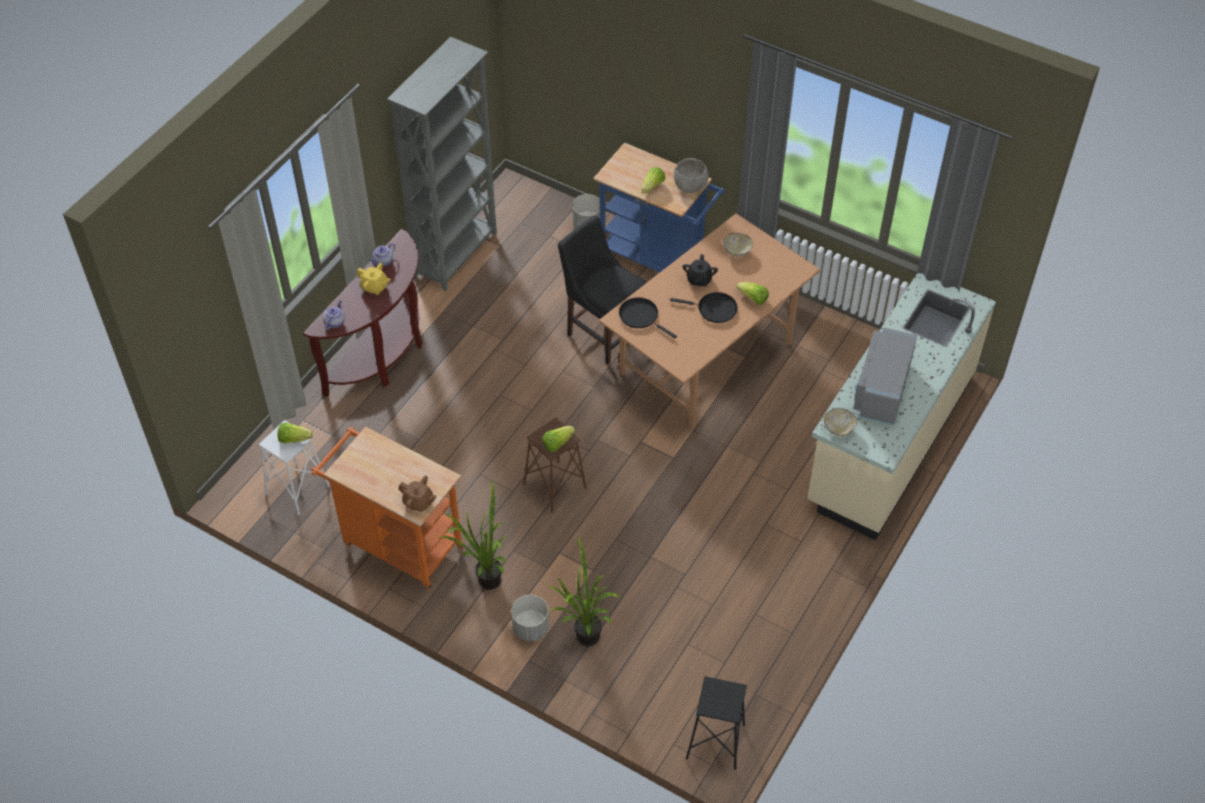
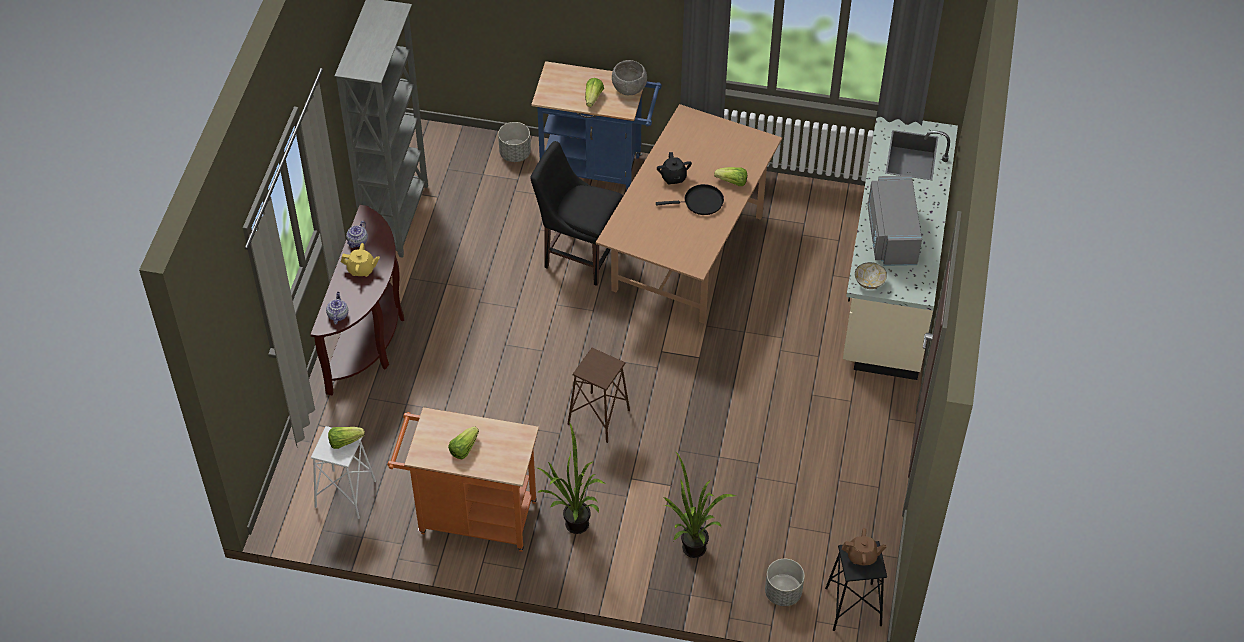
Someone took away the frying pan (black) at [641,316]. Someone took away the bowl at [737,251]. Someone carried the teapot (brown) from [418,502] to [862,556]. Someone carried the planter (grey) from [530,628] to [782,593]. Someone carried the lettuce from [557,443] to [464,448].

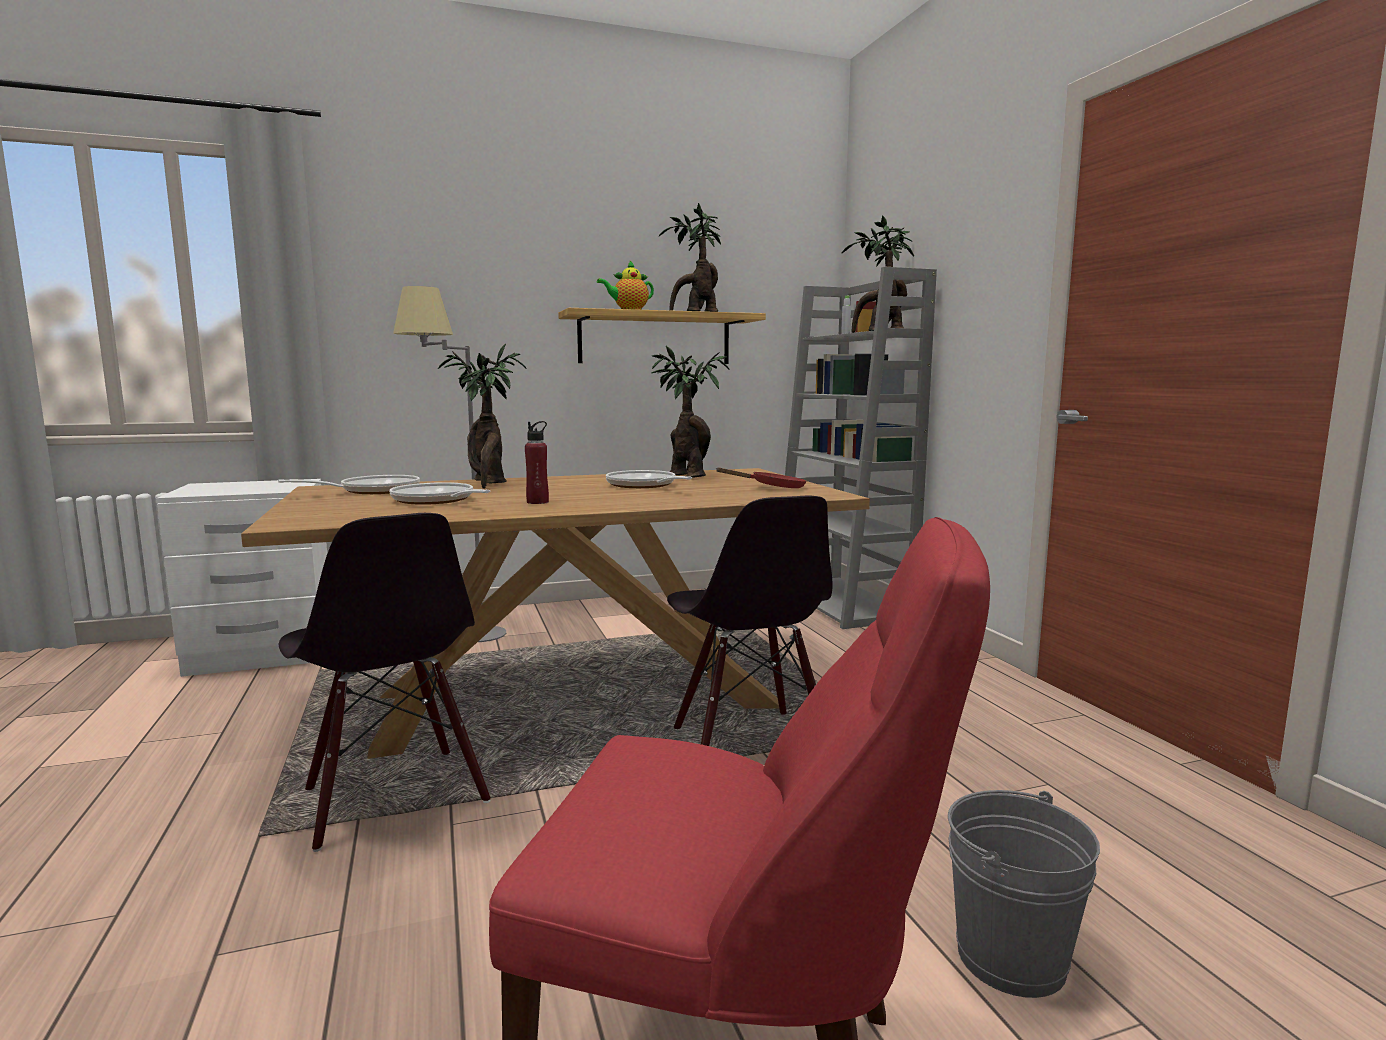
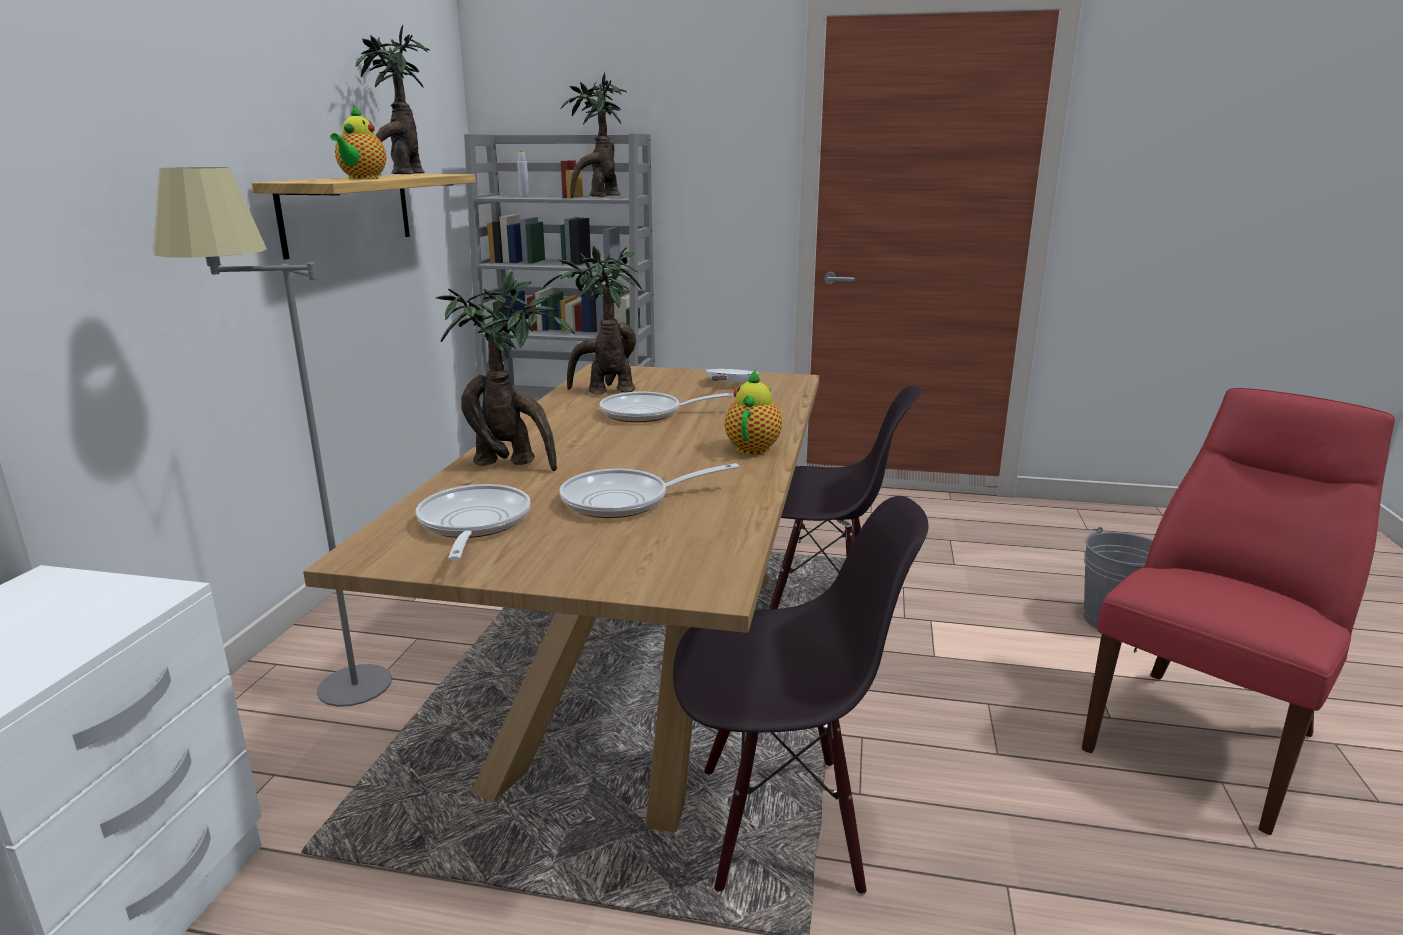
Someone took away the bottle (red) at [538,502]. Someone put down the teapot at [753,447]. Someone repainted the frying pan (red) at [772,488], which became the frying pan (white) at [730,384].

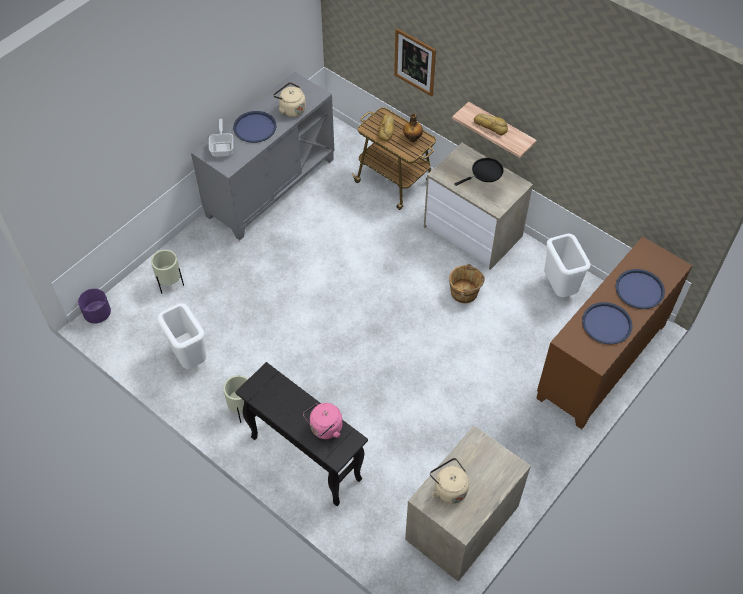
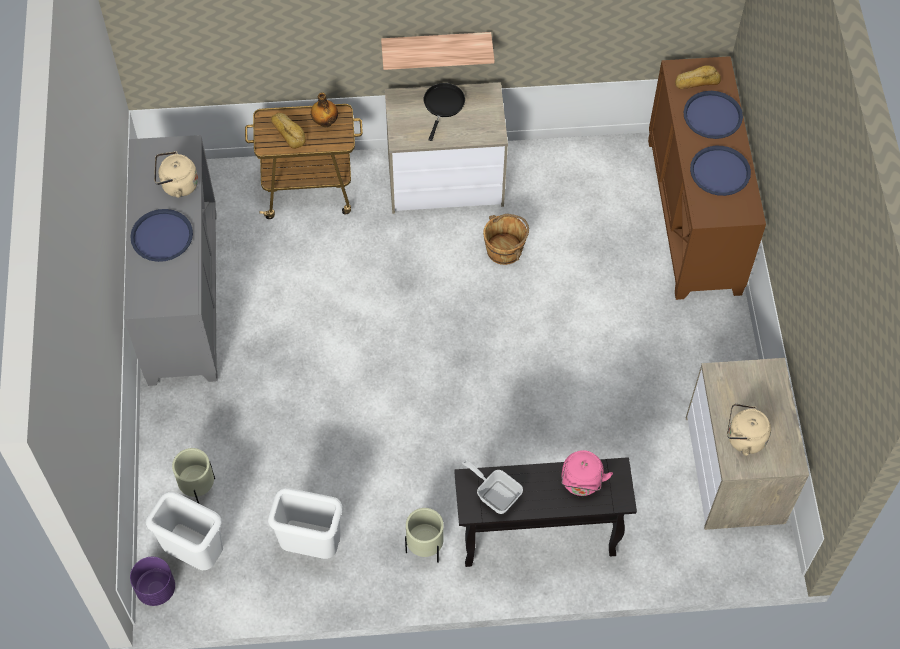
Someone took away the picture at [415,62]. Someone carried the frying pan from [222,147] to [495,493]. Someone carried the bread from [490,126] to [697,81]. Someone carried the trash can (white) from [559,288] to [195,553].

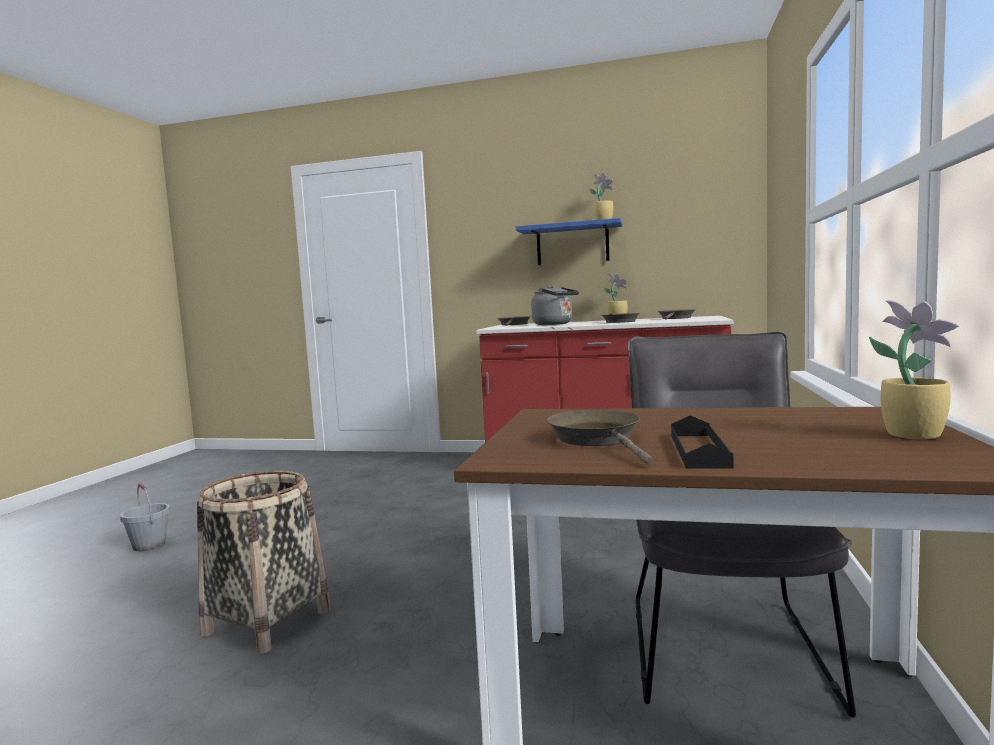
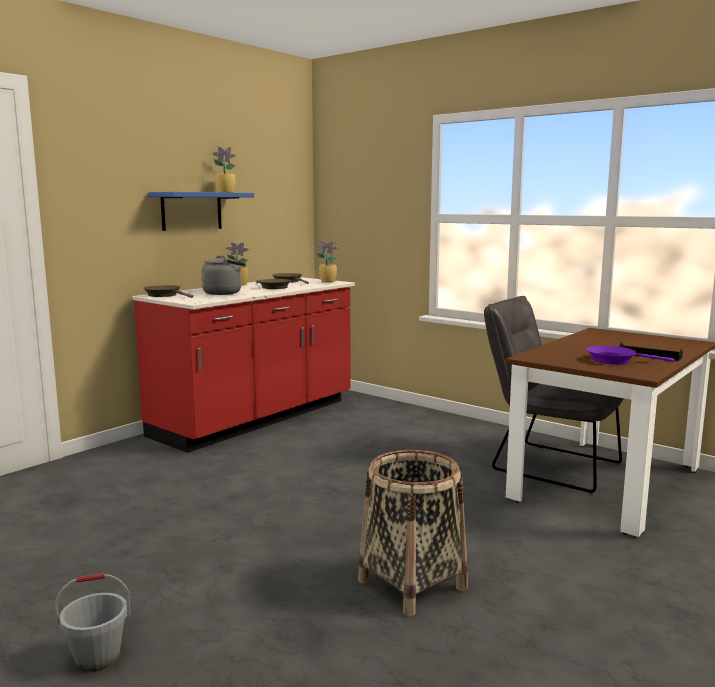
Someone carried the potted plant from [911,434] to [327,281]. Someone repainted the frying pan (brown) at [598,440], which became the frying pan (purple) at [615,360].

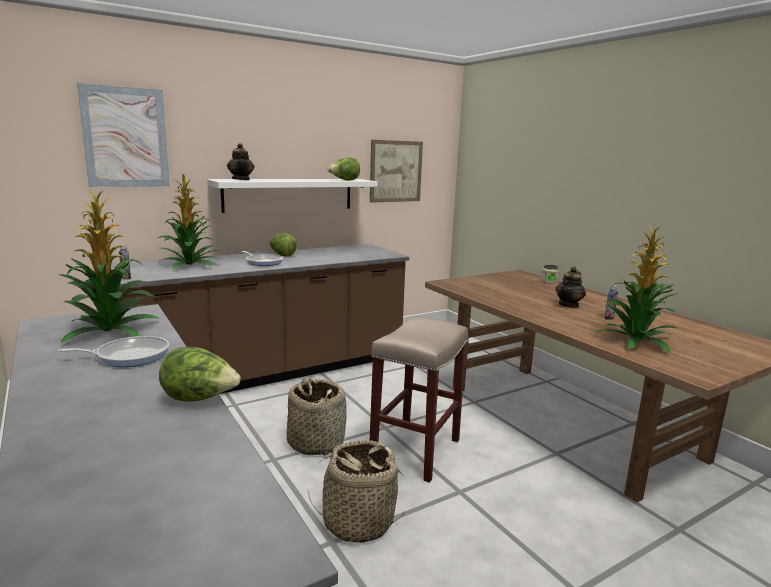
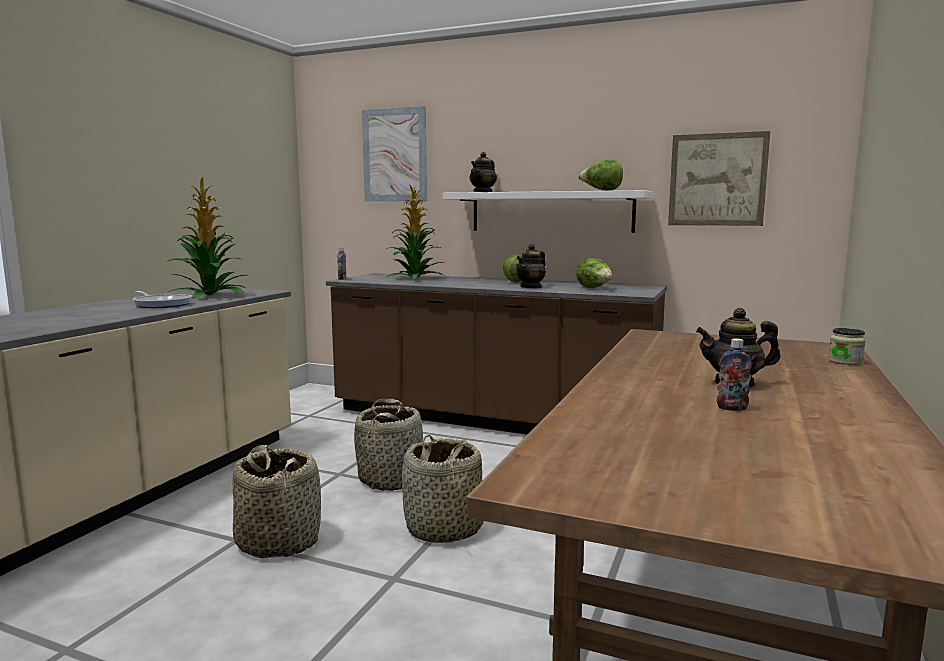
Someone took away the frying pan at [263,262]. Someone took away the potted plant at [634,340]. Someone put down the teapot at [531,287]. Someone carried the lettuce from [200,399] to [594,288]. Someone swapped the stool (beige) at [416,452] for the basket at [444,529].

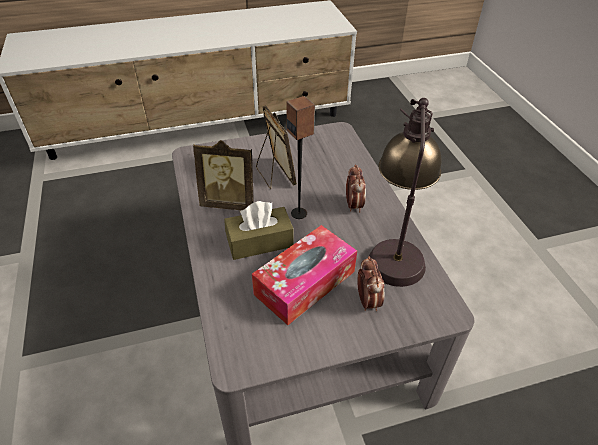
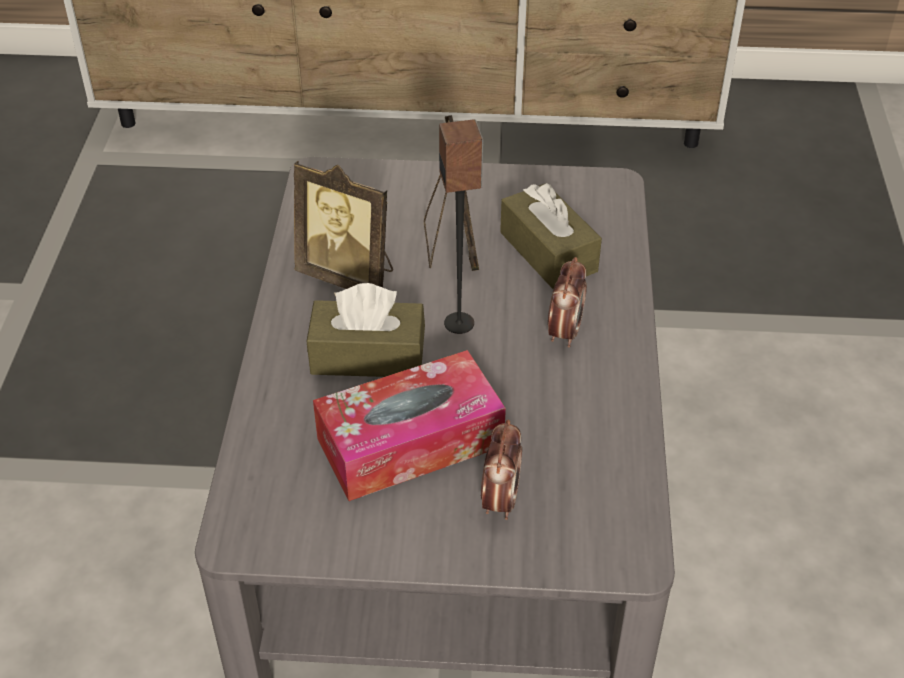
Someone took away the table lamp at [396,247]. Someone put down the tissue box (brown) at [548,252].

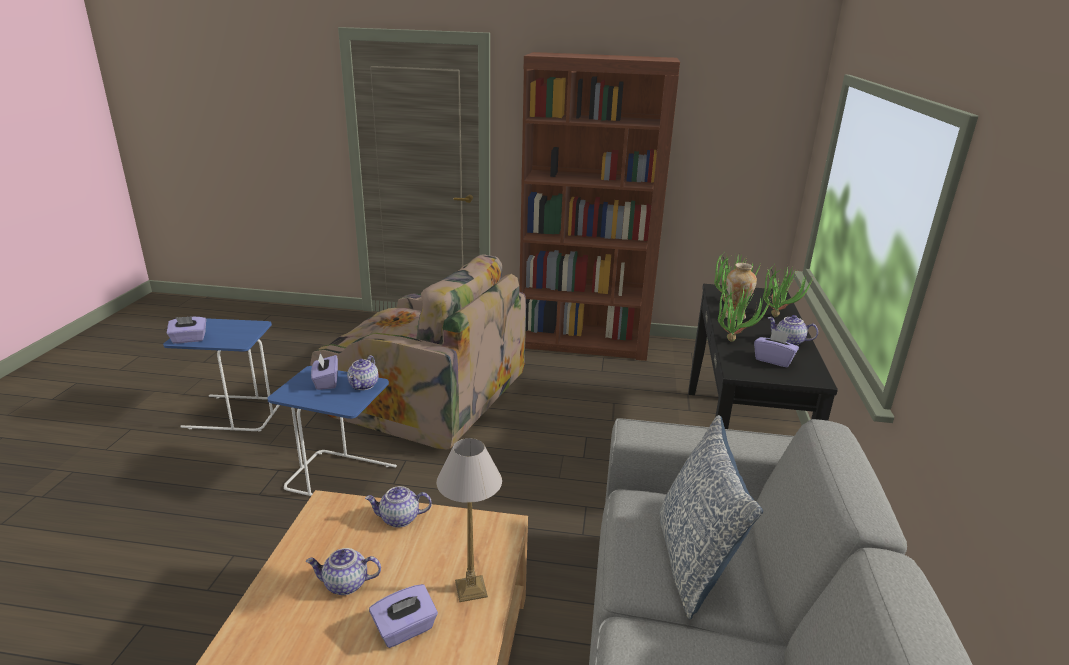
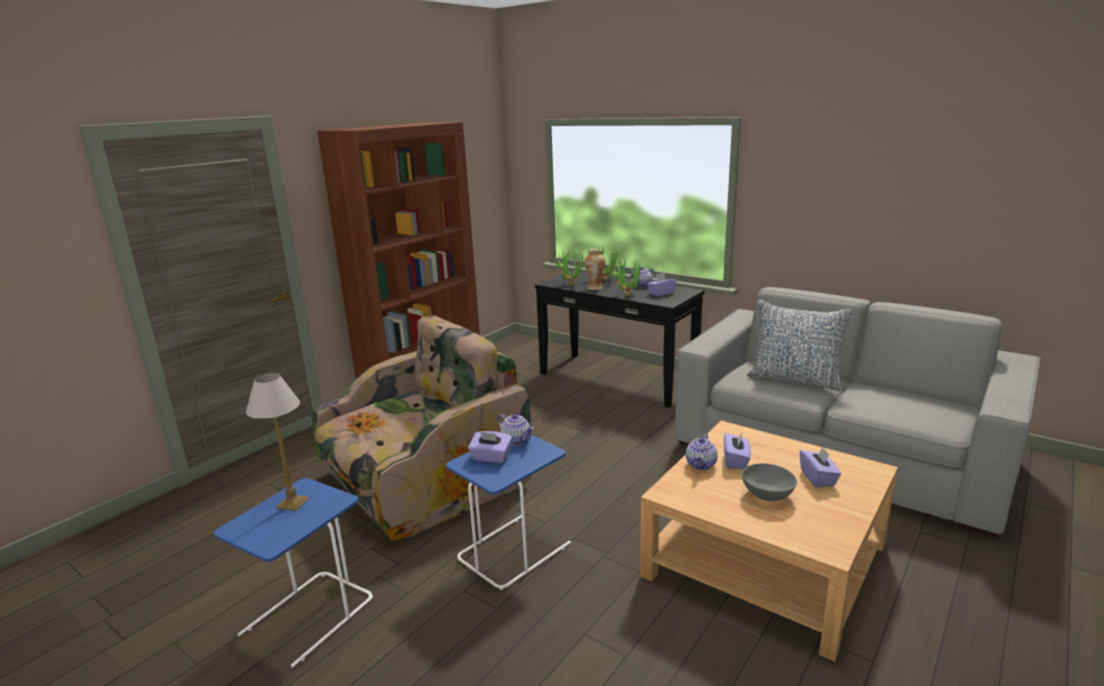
Someone carried the tissue box (purple) from [189,339] to [736,461]. Someone carried the table lamp from [470,589] to [293,503]. Someone swapped the teapot at [345,585] for the bowl (grey) at [767,495].

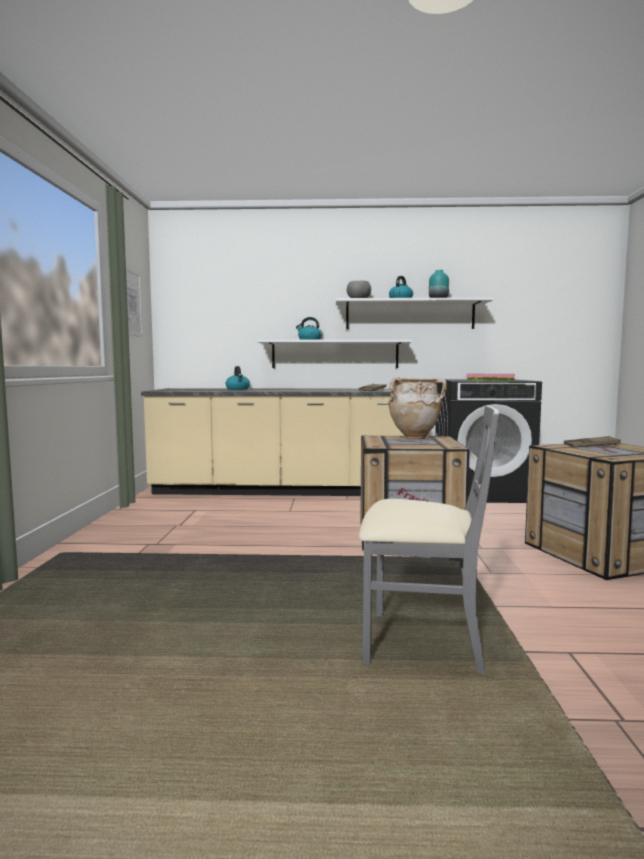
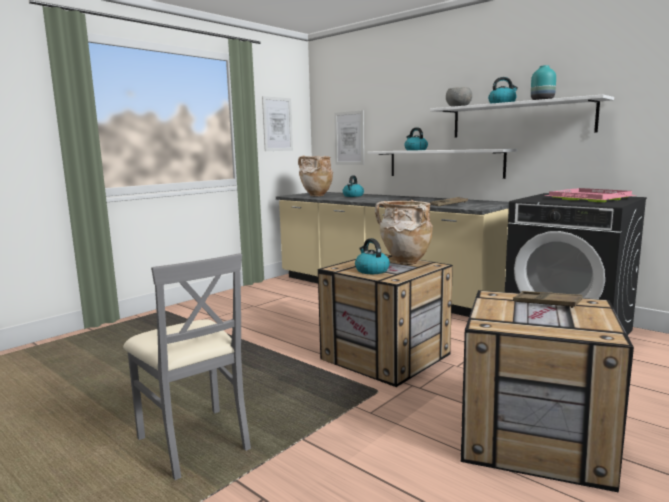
Someone put down the vase (beige) at [316,196]. Someone put up the picture at [349,138]. Someone put down the kettle at [371,271].

